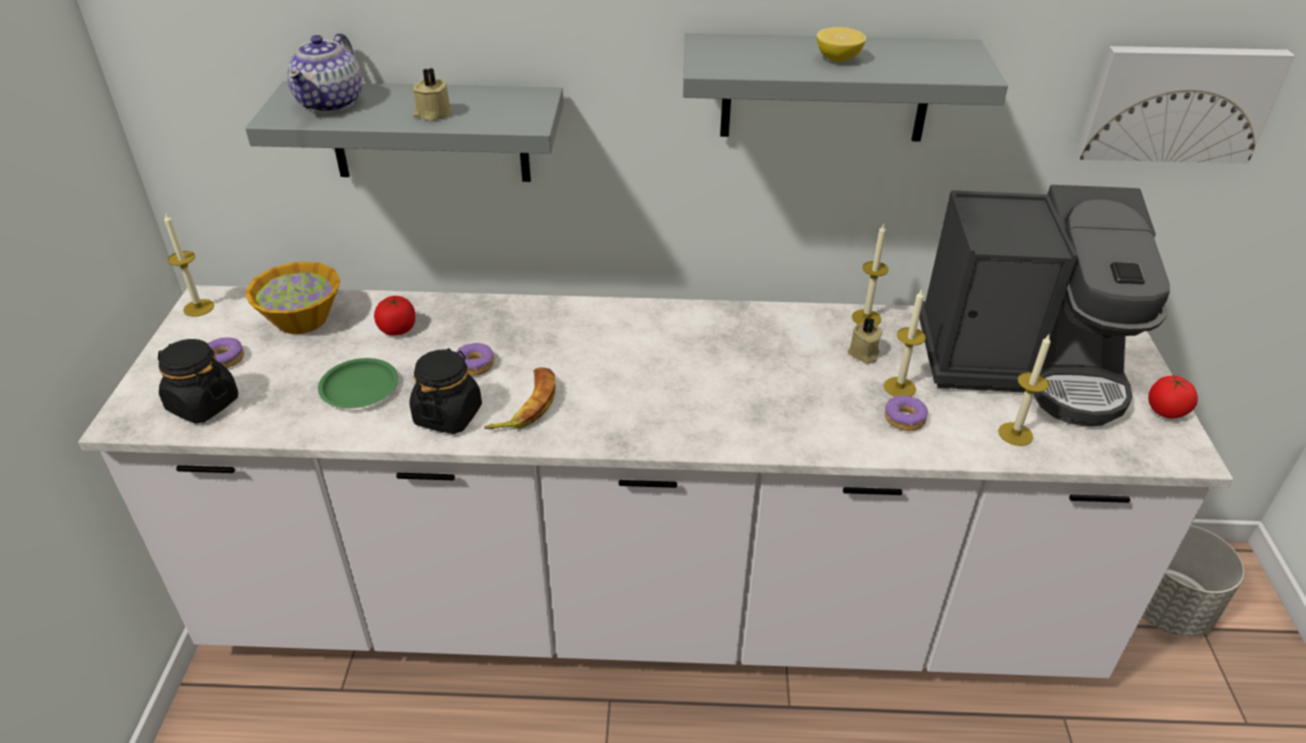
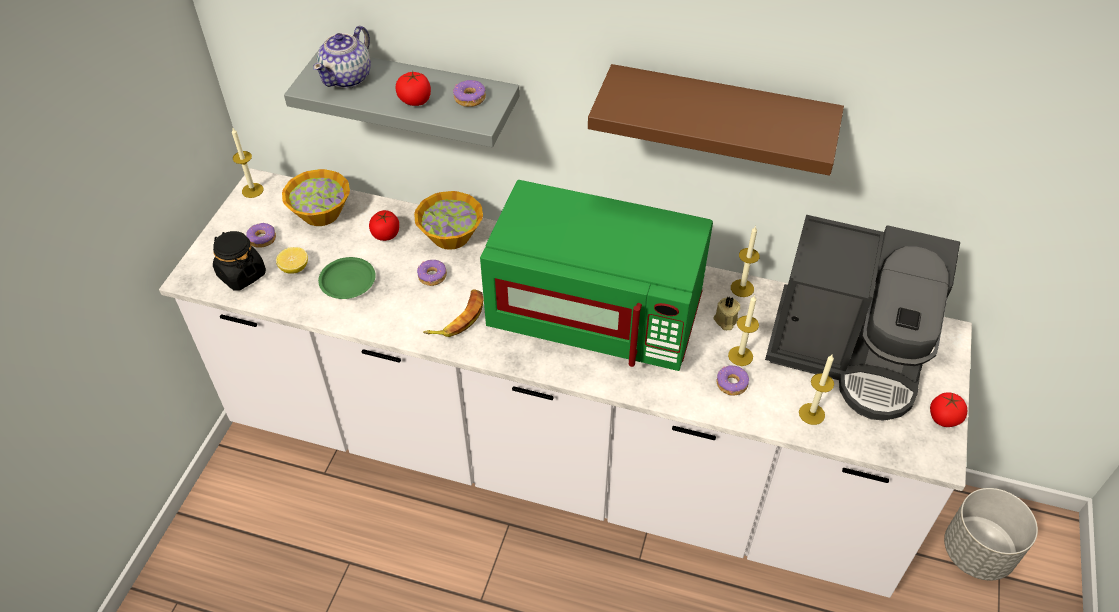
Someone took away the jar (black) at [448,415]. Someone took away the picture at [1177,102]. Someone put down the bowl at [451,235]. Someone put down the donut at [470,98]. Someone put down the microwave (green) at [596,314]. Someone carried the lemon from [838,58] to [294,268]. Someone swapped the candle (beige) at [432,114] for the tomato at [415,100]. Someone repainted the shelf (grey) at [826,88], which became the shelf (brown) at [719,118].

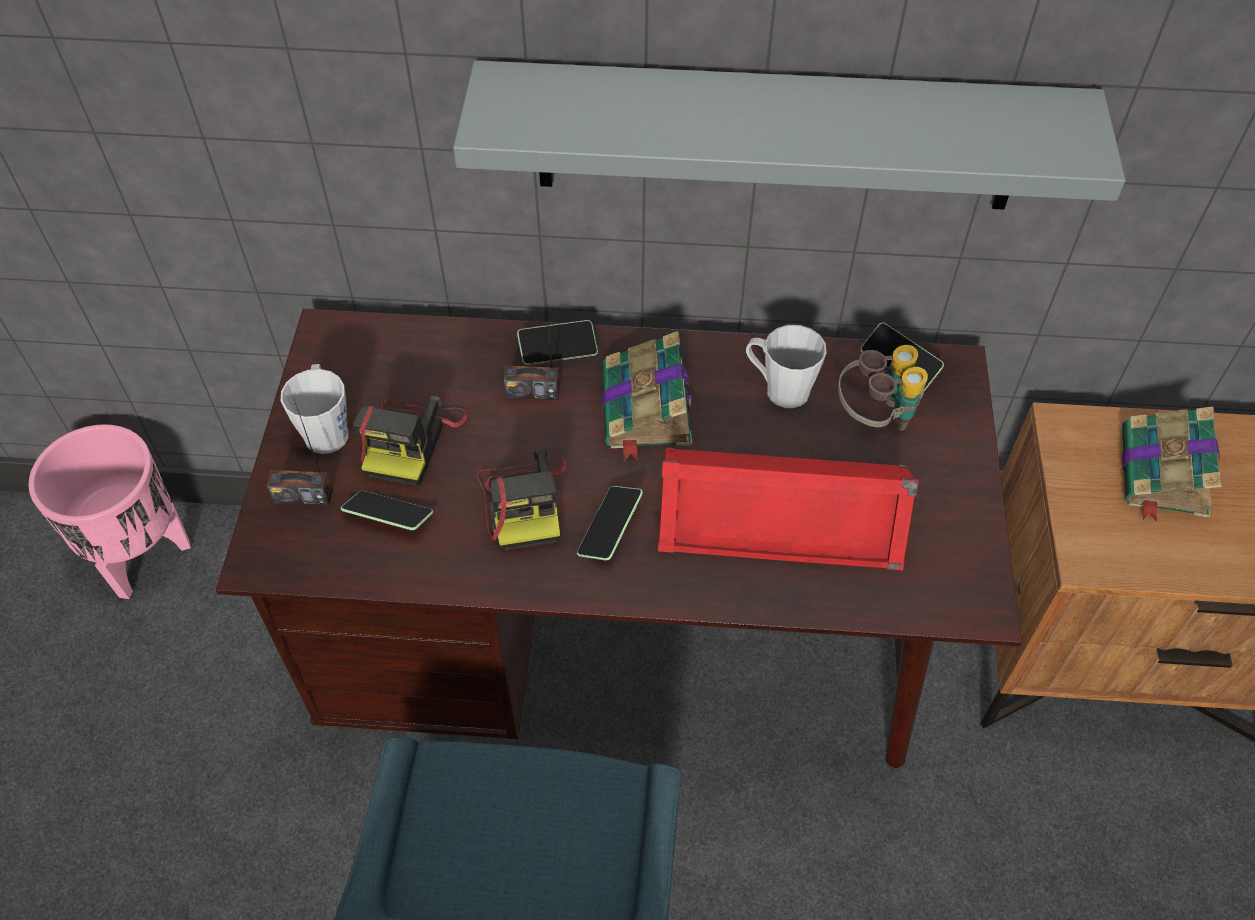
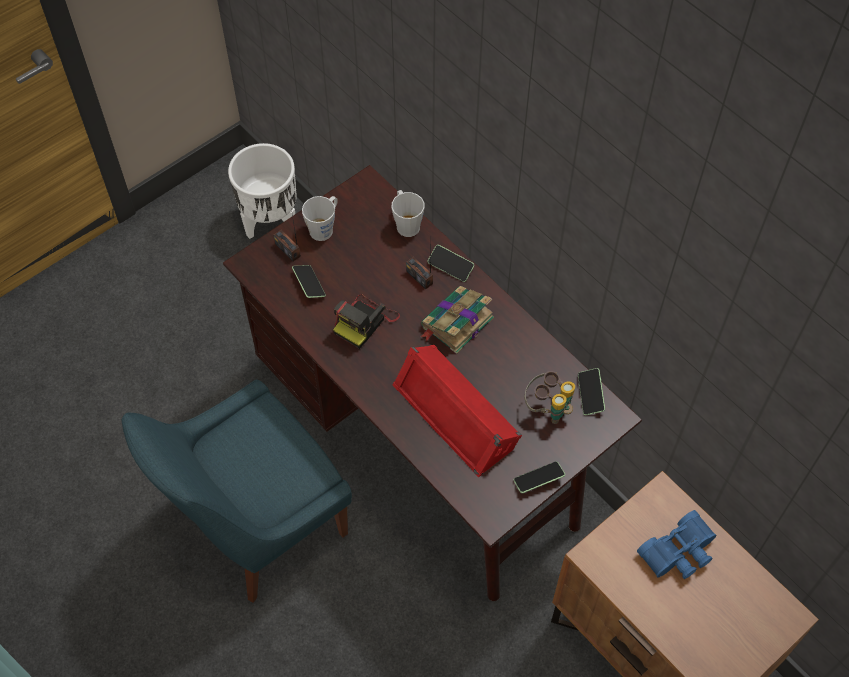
Someone took away the photo camera at [411,440]. Someone took away the shelf (grey) at [777,137]. Someone carried the phone from [610,529] to [538,480]. Someone carried the mug (grey) from [779,388] to [406,223]. Someone swapped the book at [1163,474] for the binoculars (blue) at [679,554]. Someone repainted the planter (pink) at [142,557], which became the planter (white) at [271,223].

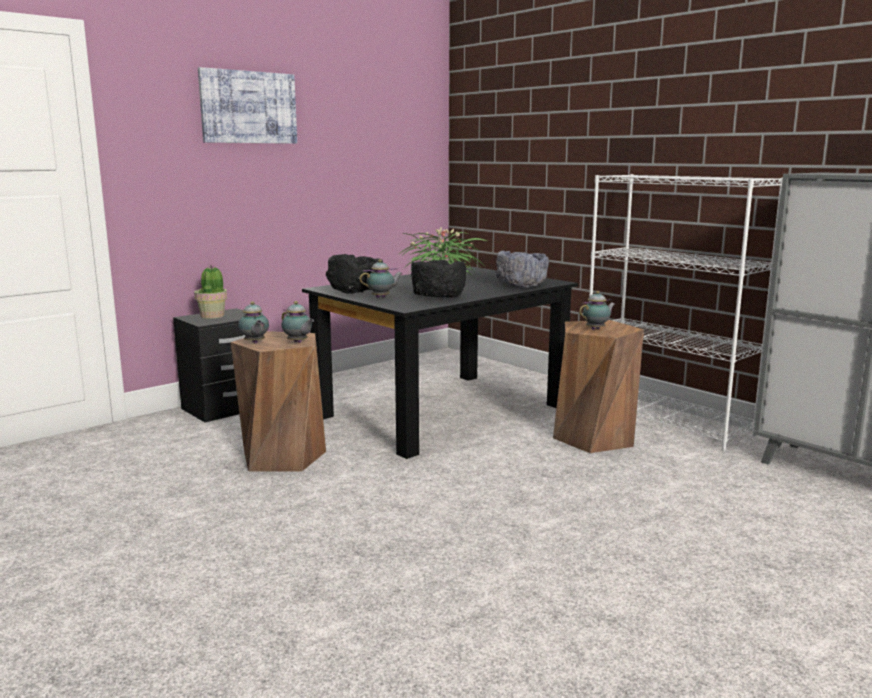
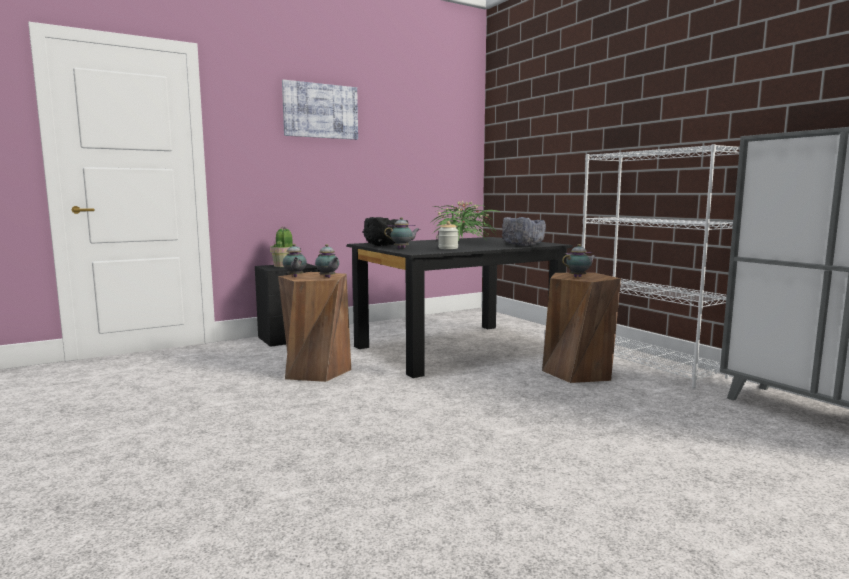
Someone swapped the bowl (black) at [438,296] for the jar at [448,248].

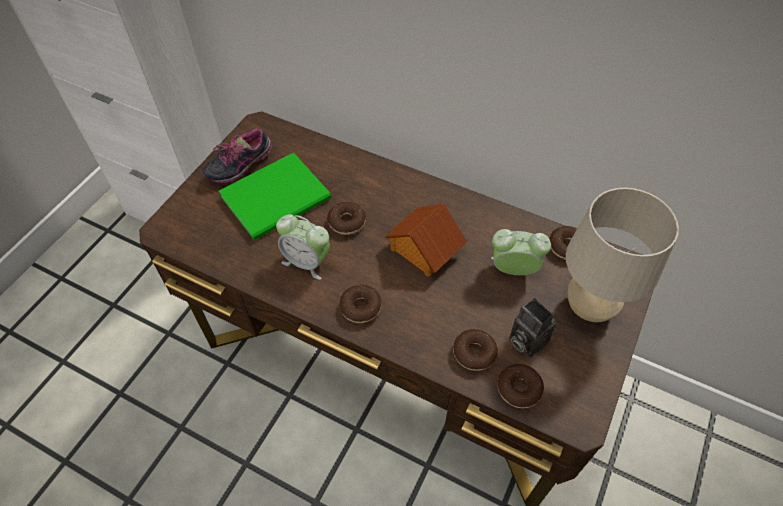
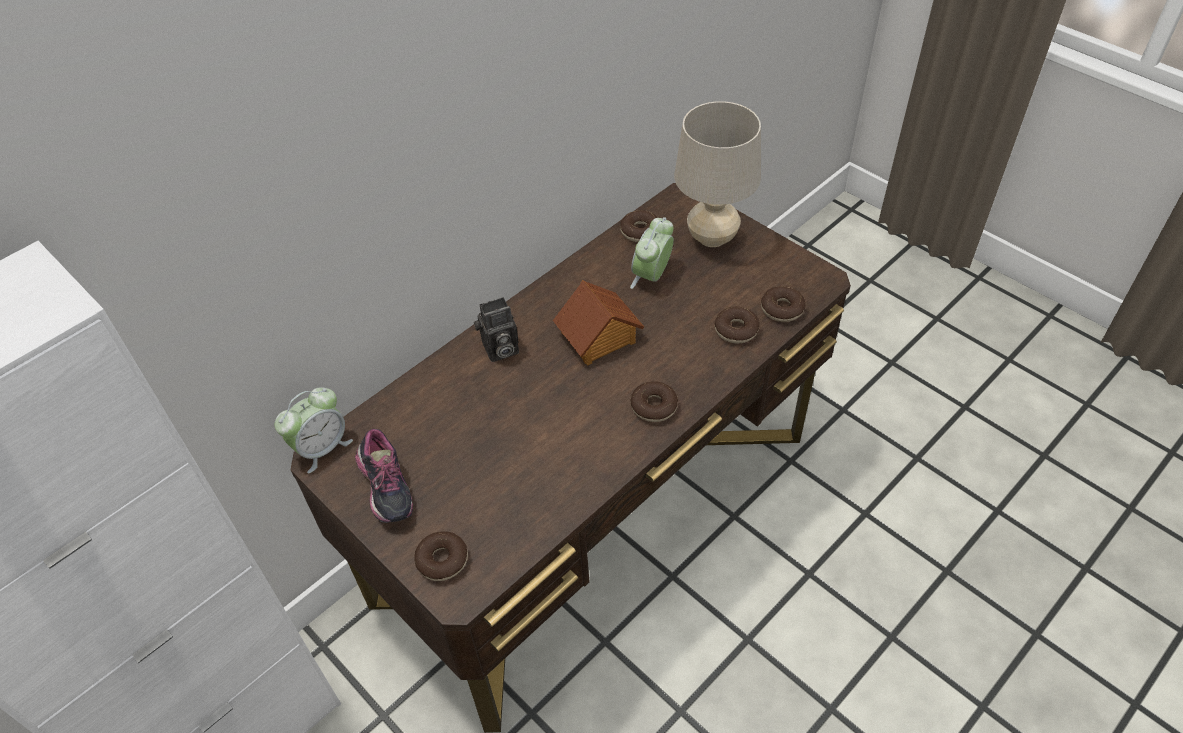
Someone took away the book (green) at [279,198]. Someone carried the alarm clock from [307,261] to [322,448]. Someone carried the donut from [347,222] to [442,560]. Someone carried the photo camera from [525,340] to [499,350].

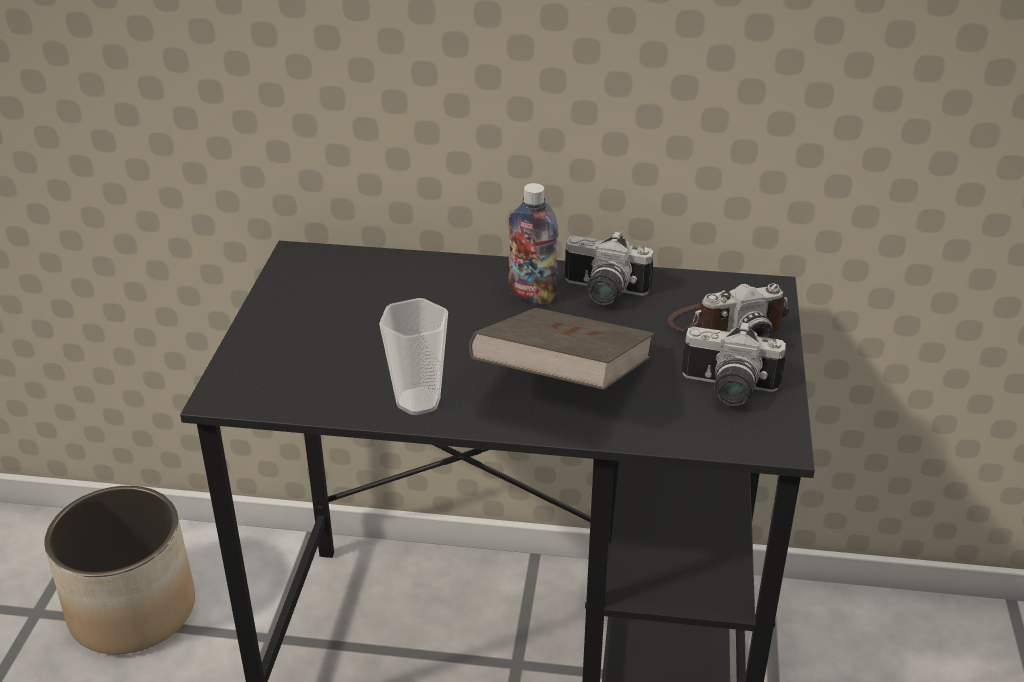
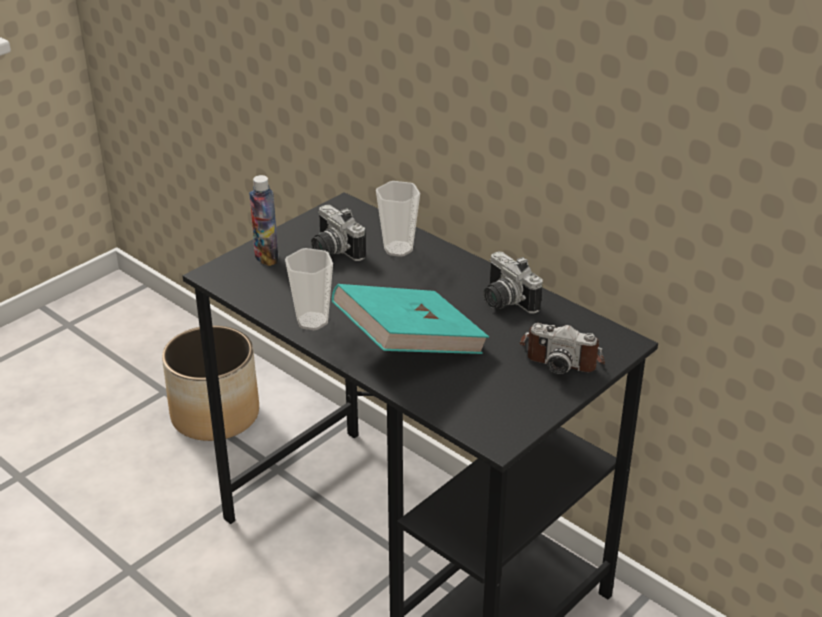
Someone put down the cup at [398,249]. Someone carried the bottle from [532,295] to [266,257]. Someone carried the photo camera from [727,390] to [332,251]. Someone repainted the book (brown) at [563,383], which became the book (turquoise) at [409,346].

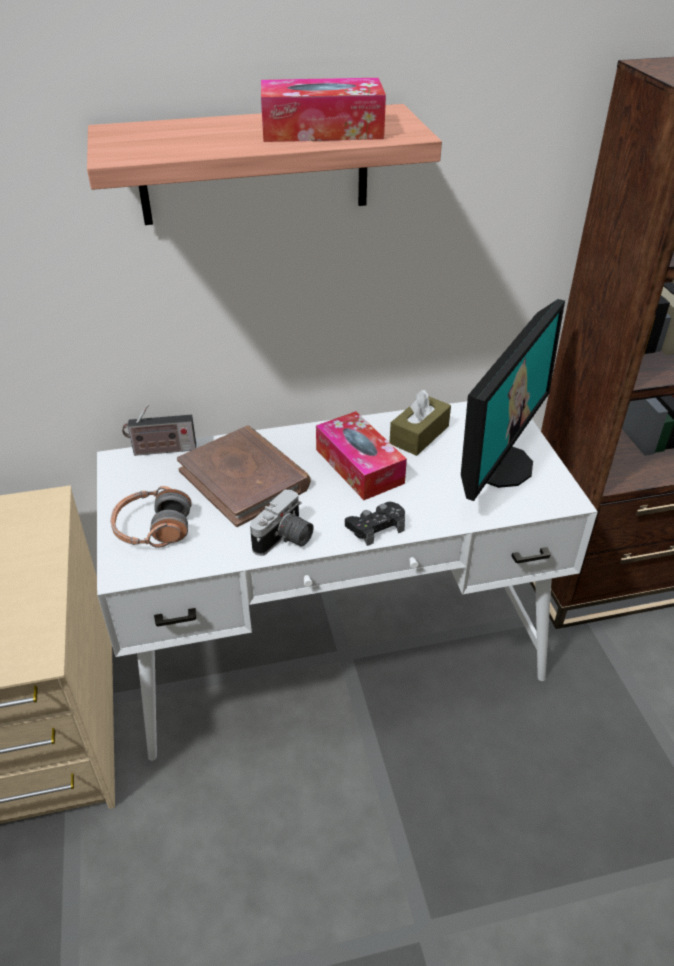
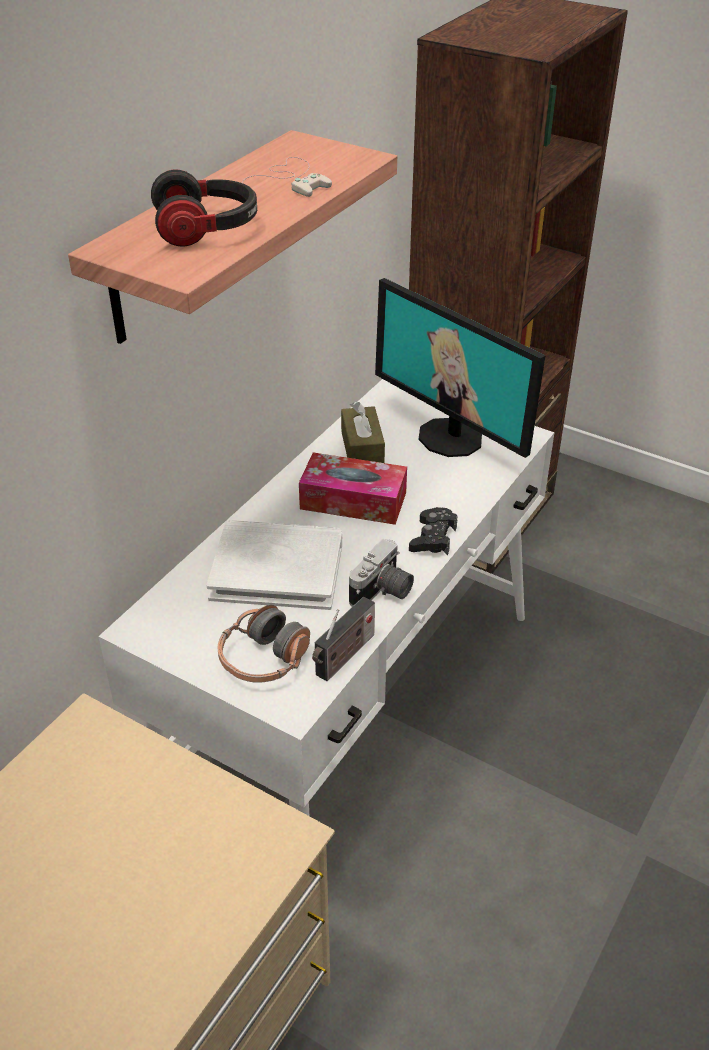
Someone put down the headphones at [207,229]. Someone carried the radio from [162,450] to [343,657]. Someone swapped the tissue box at [322,130] for the game controller (white) at [293,179]. Someone repainted the book (brown) at [245,479], which became the book (white) at [277,569]. Someone rotated the photo camera at [285,540] by 45 degrees clockwise. Someone rotated the monitor at [500,465] by 150 degrees clockwise.

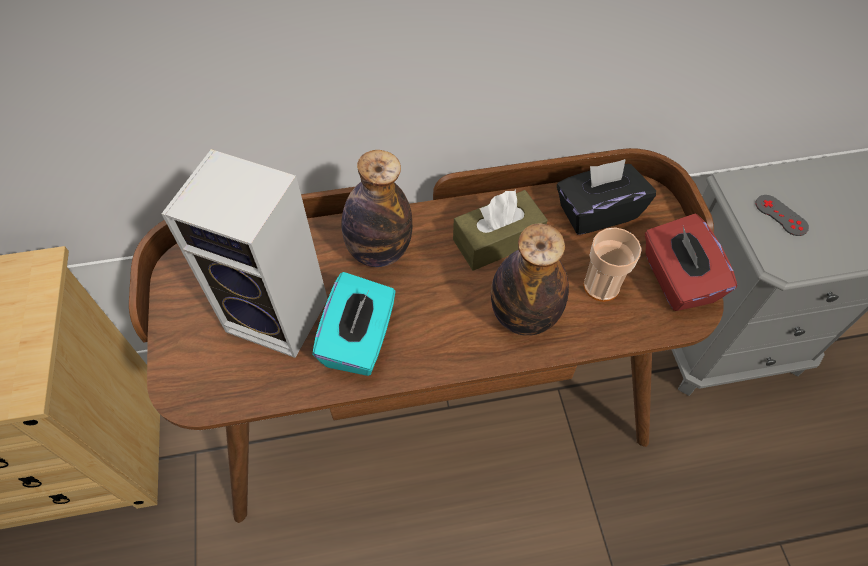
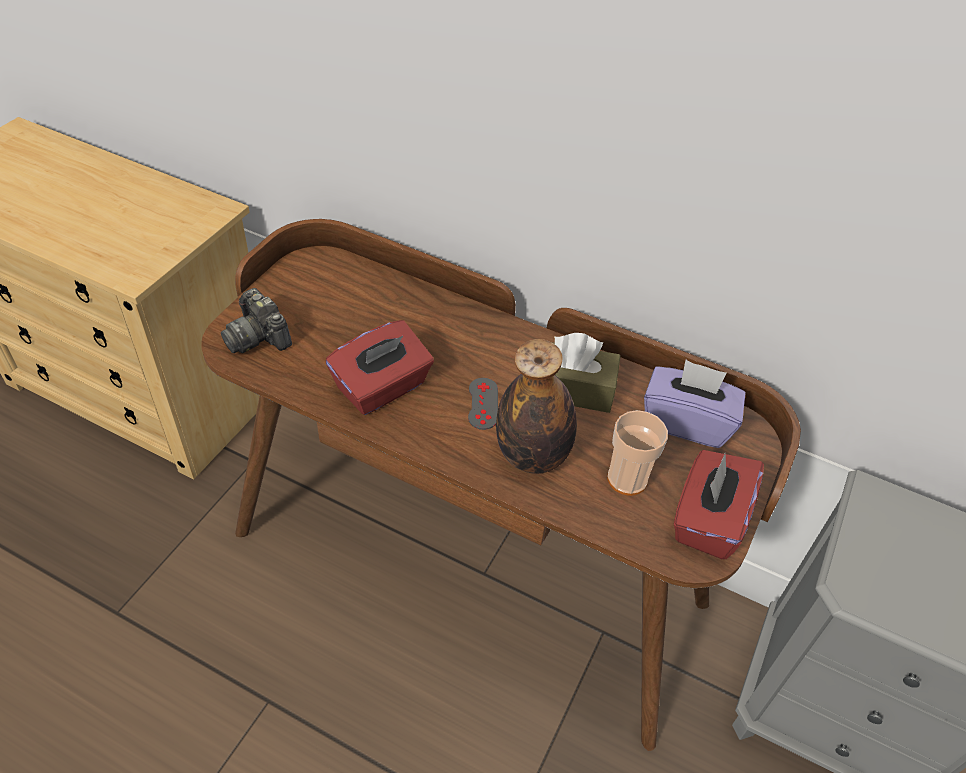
Someone took away the speaker at [282,315]. Someone took away the bottle at [379,250]. Someone put down the photo camera at [258,337]. Someone carried the game controller (grey) from [781,215] to [483,403]. Someone repainted the tissue box (turquoise) at [359,340], which became the tissue box (red) at [382,388]. Someone repainted the tissue box (black) at [597,212], which became the tissue box (purple) at [686,422].

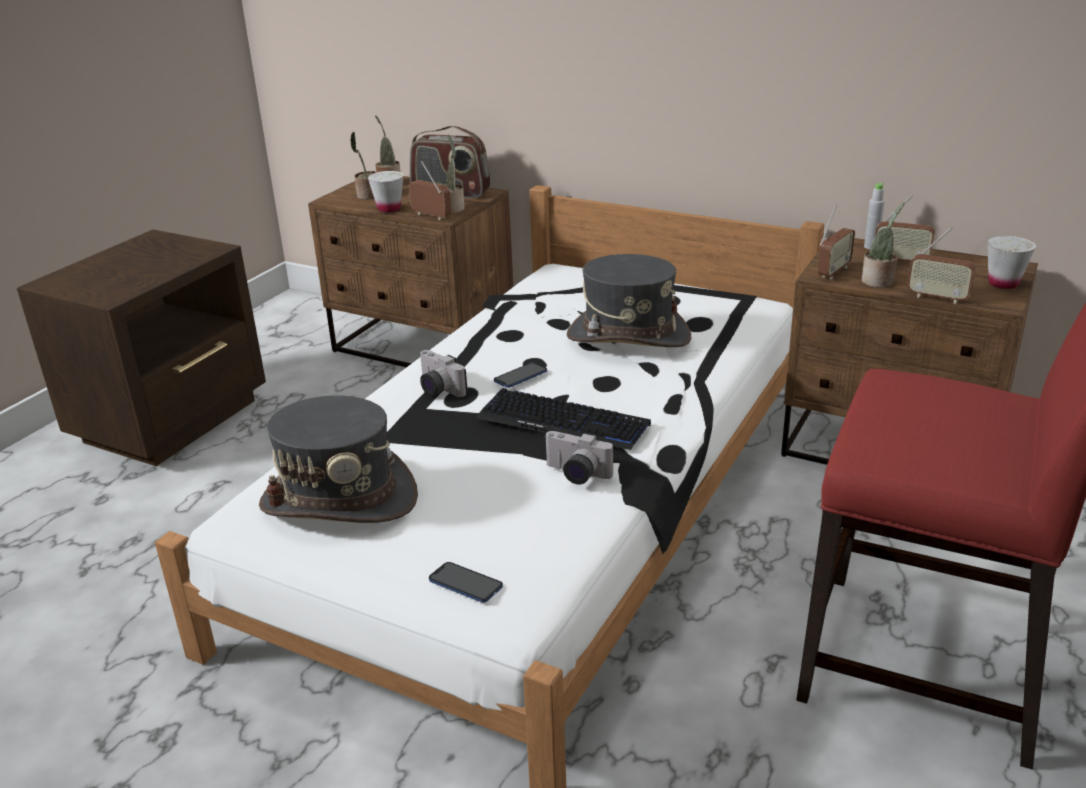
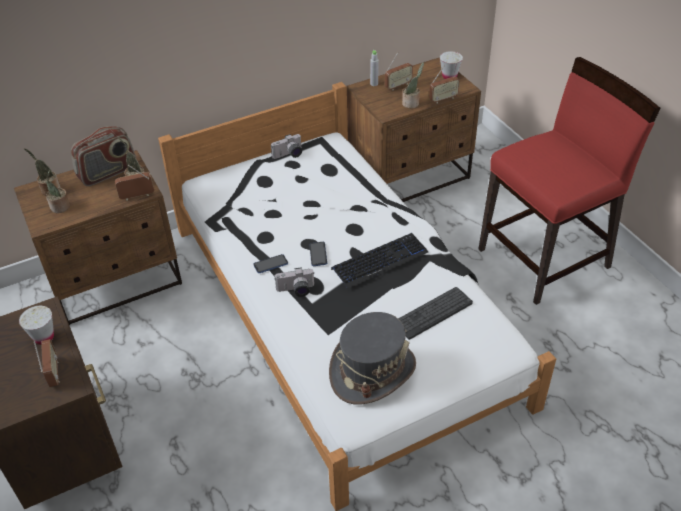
Someone took away the hat (grey) at [628,336]. Someone put down the keyboard at [433,313]. Someone carried the cup (white) from [389,209] to [44,337]. Someone carried the phone from [465,584] to [270,264]. Someone carried the photo camera from [575,475] to [289,155]. Someone carried the radio from [833,272] to [53,373].

